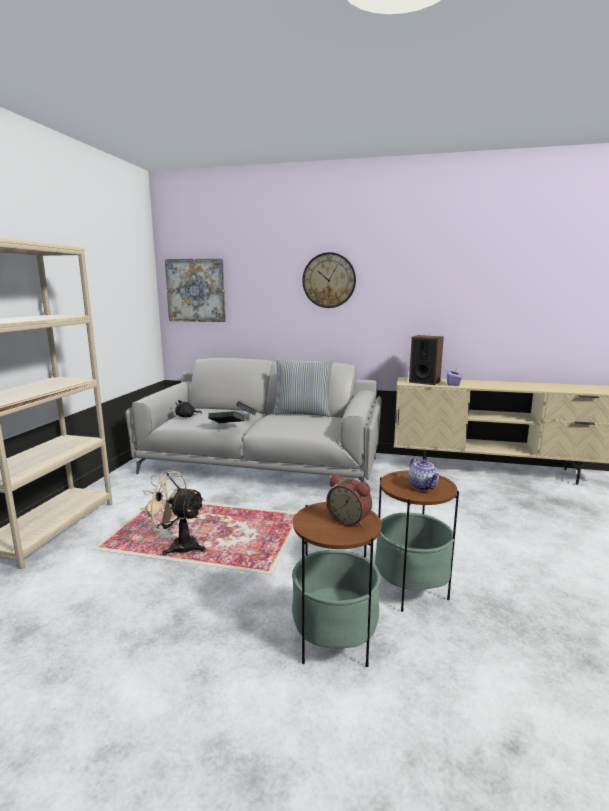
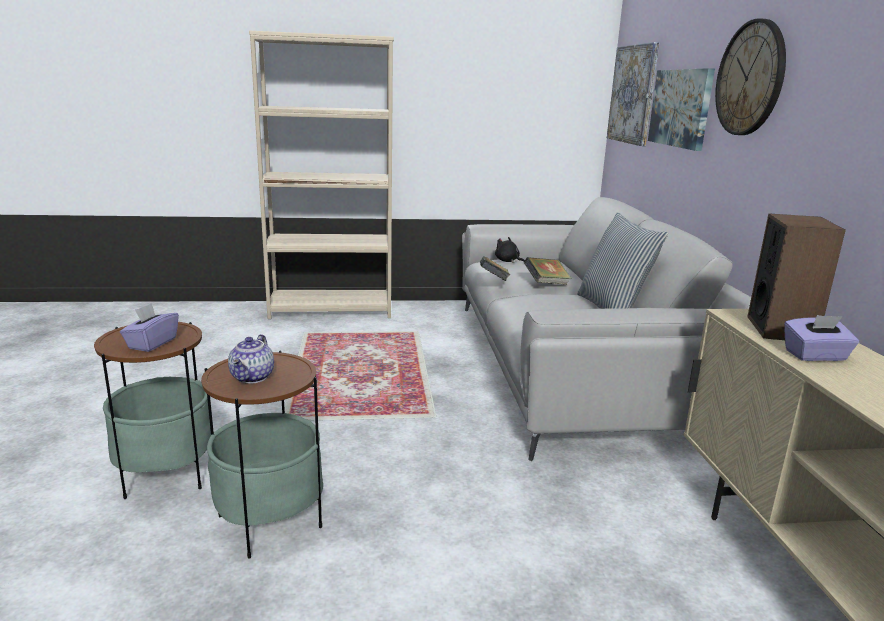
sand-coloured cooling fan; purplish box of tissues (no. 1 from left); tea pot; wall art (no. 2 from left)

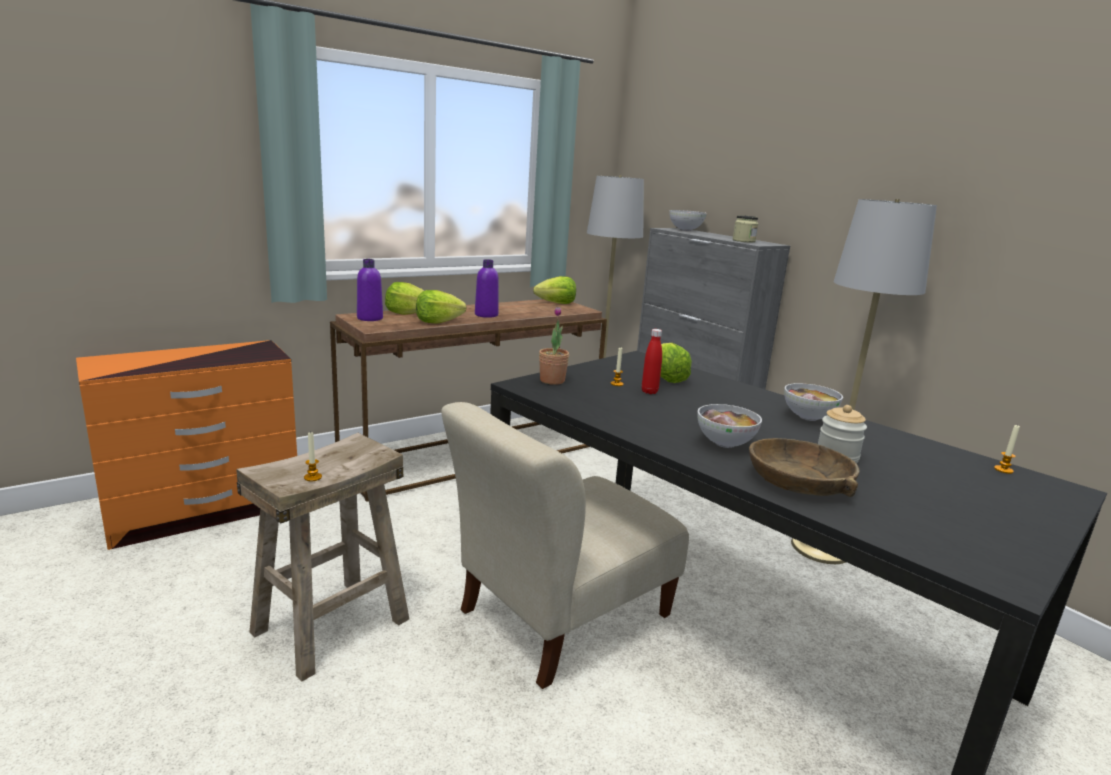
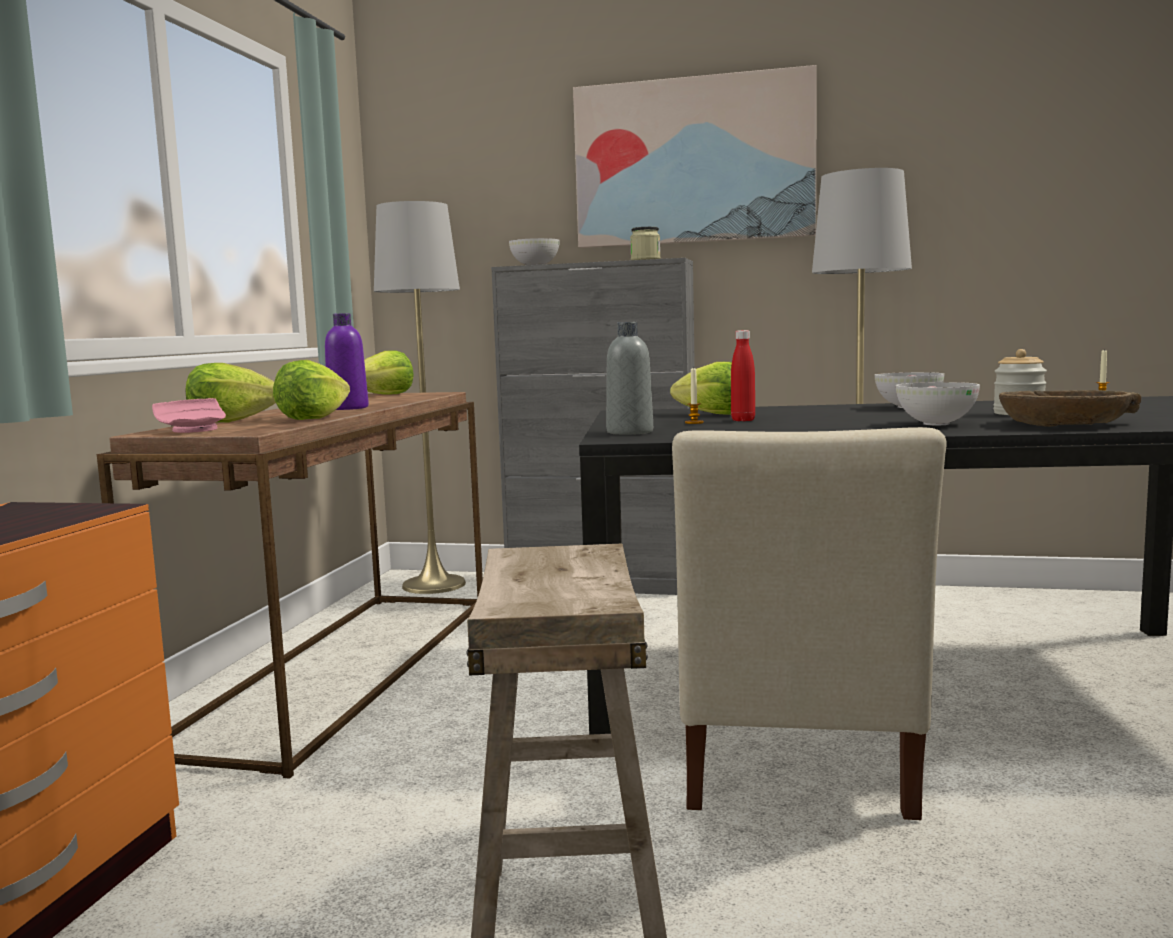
wax light (no. 1 from left in the first image); pink flat dish; greyish beverage bottle; wall art

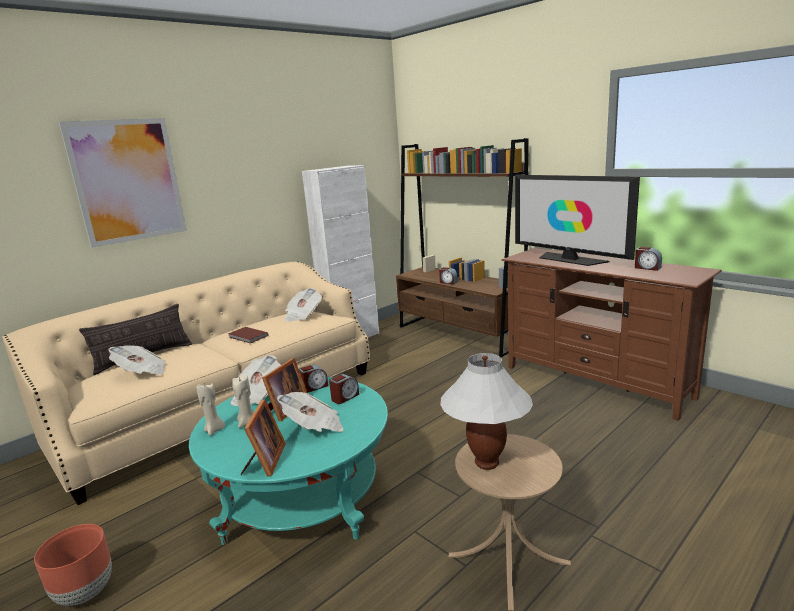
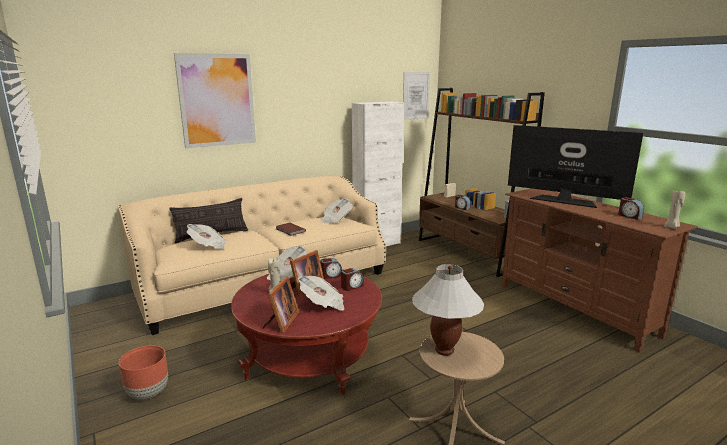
red-coloured lounge table; sand-coloured wax light (no. 2 from left); TV; wall art (no. 2 from left)

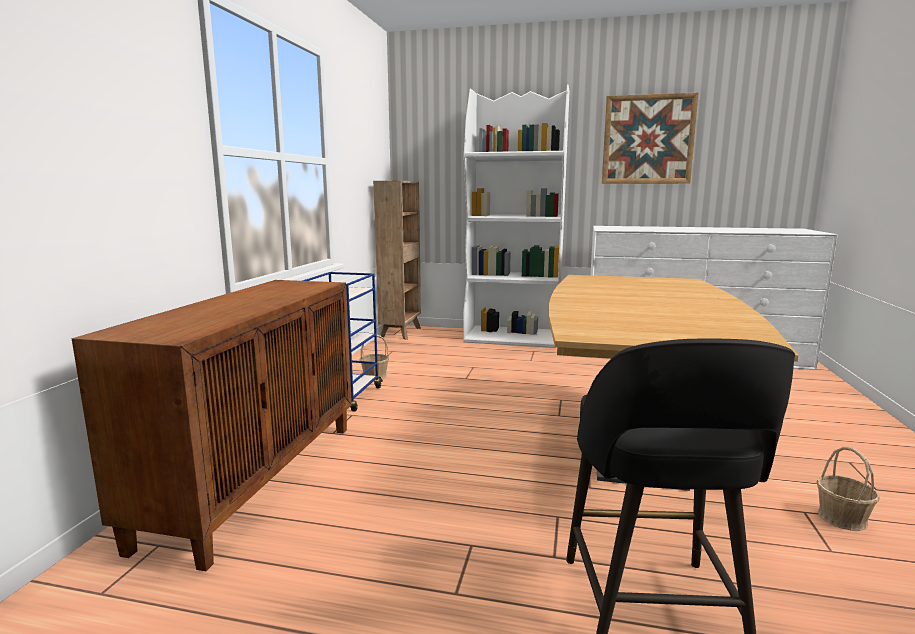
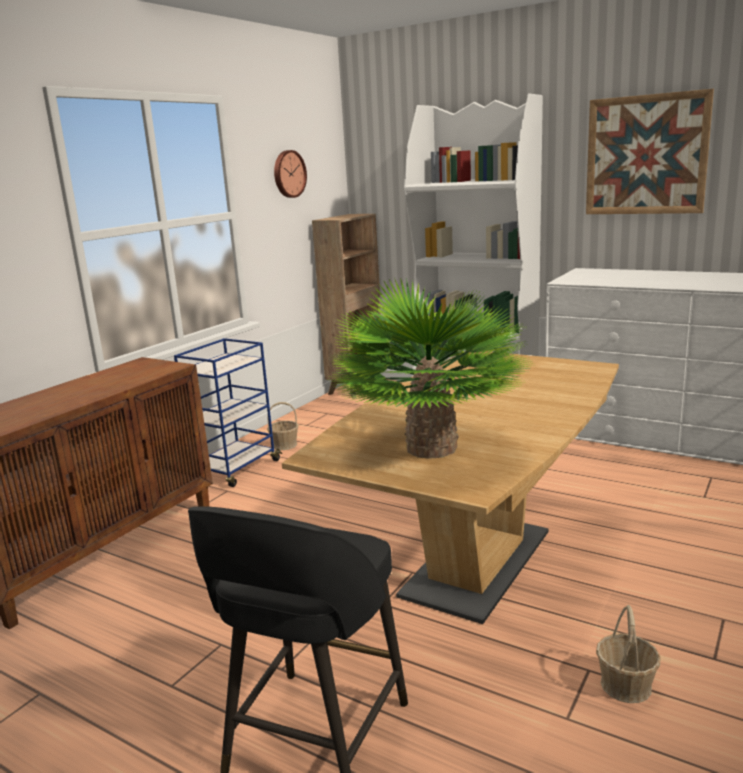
hanging clock; potted plant

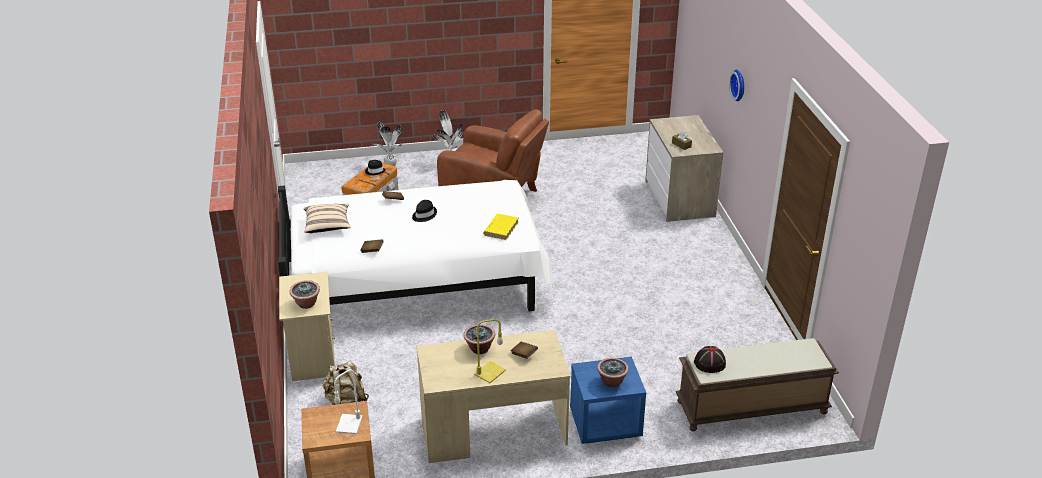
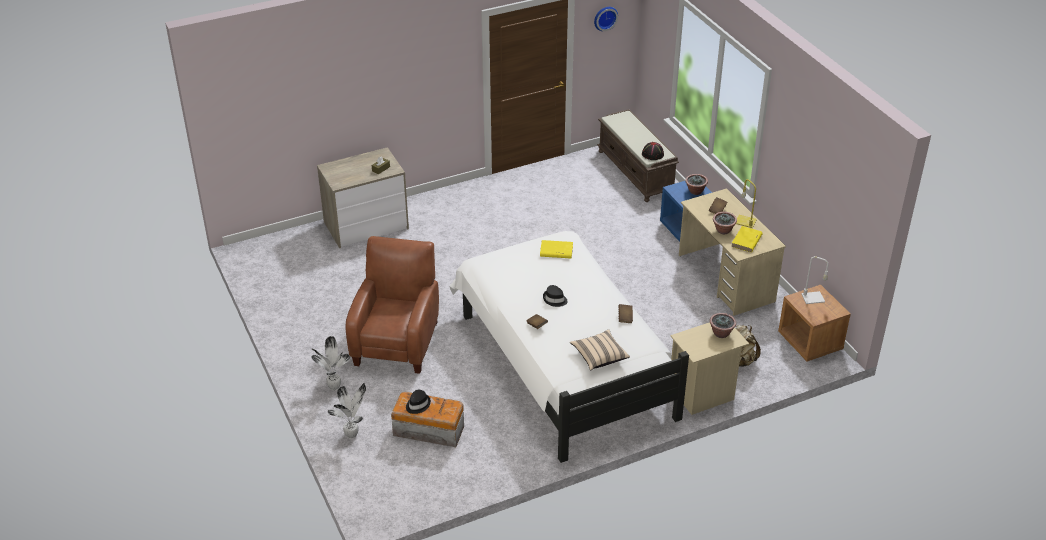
hanging clock; yellow-coloured volume (no. 2 from left)

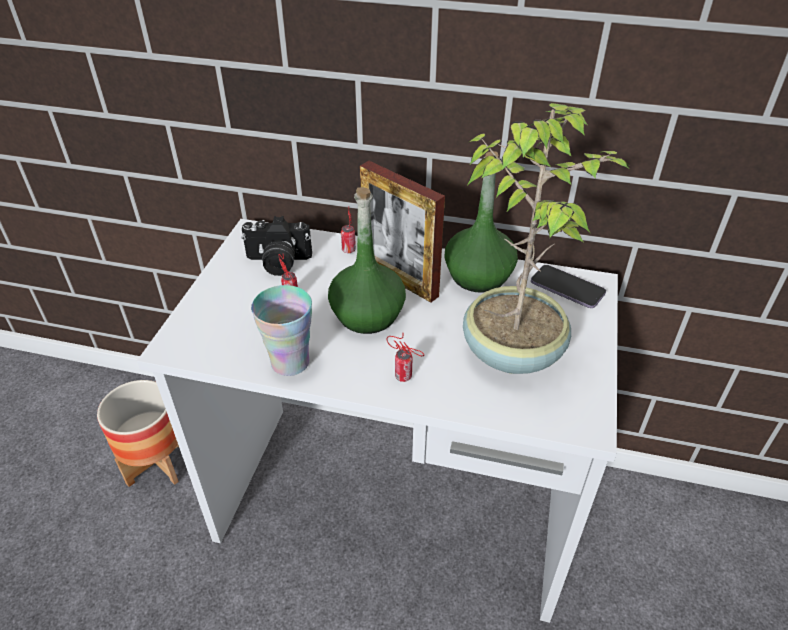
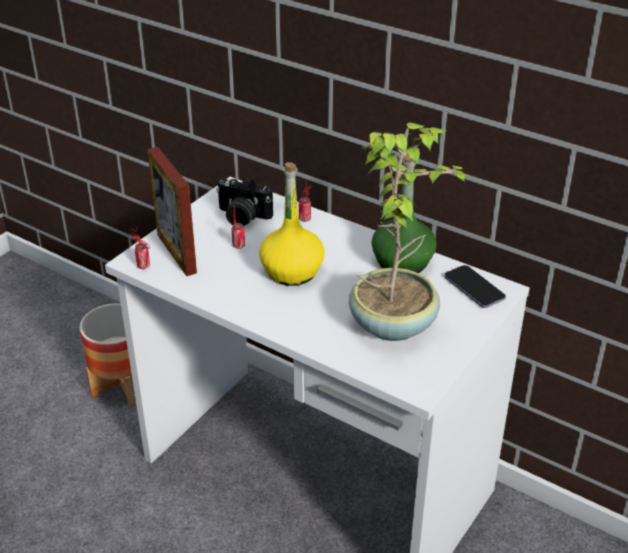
drinking cup; yellow-coloured beverage bottle; standing frame; sealed can (no. 1 from left)

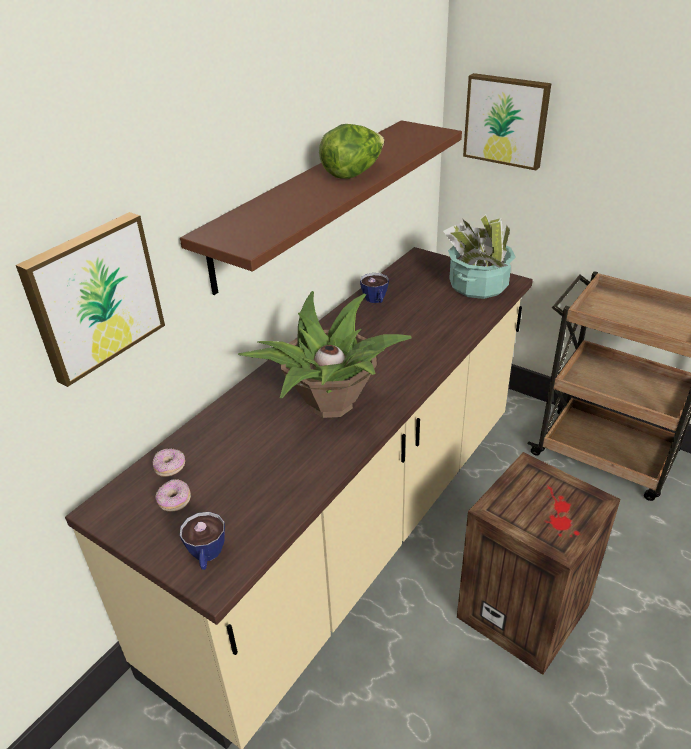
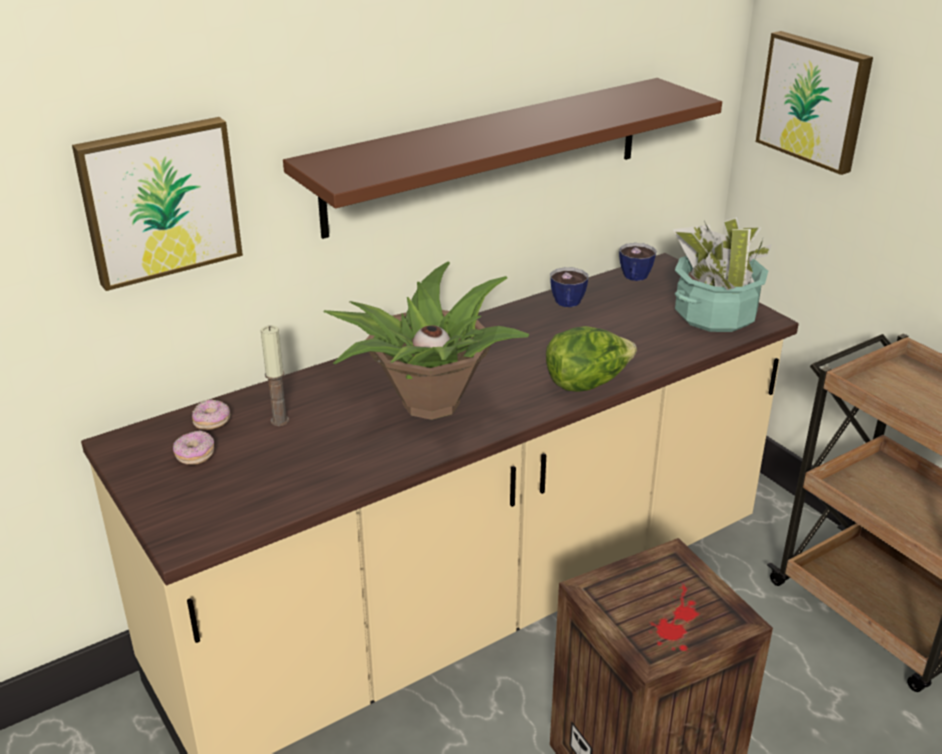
drinking cup (no. 2 from left); lettuce; wax light

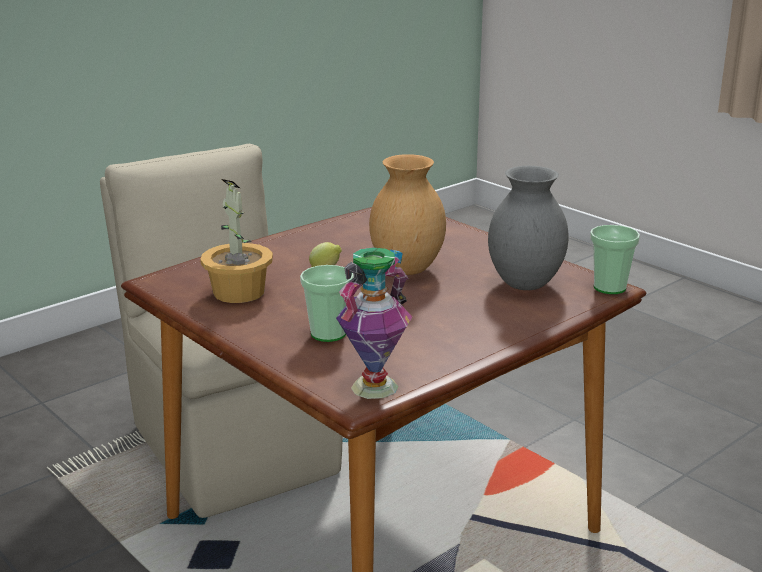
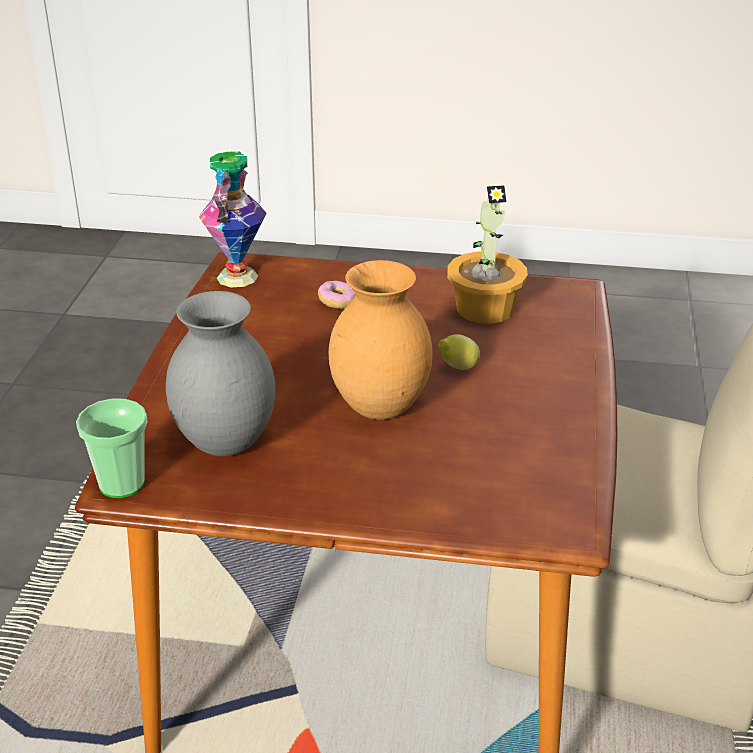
ring doughnut

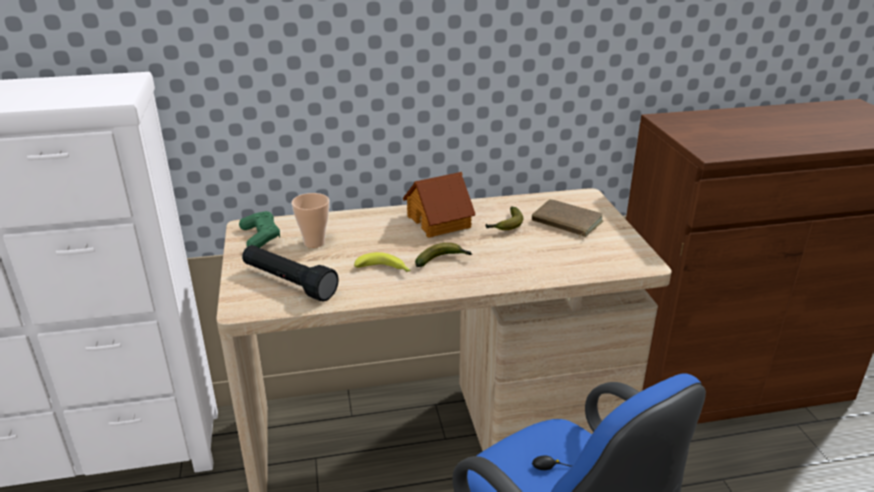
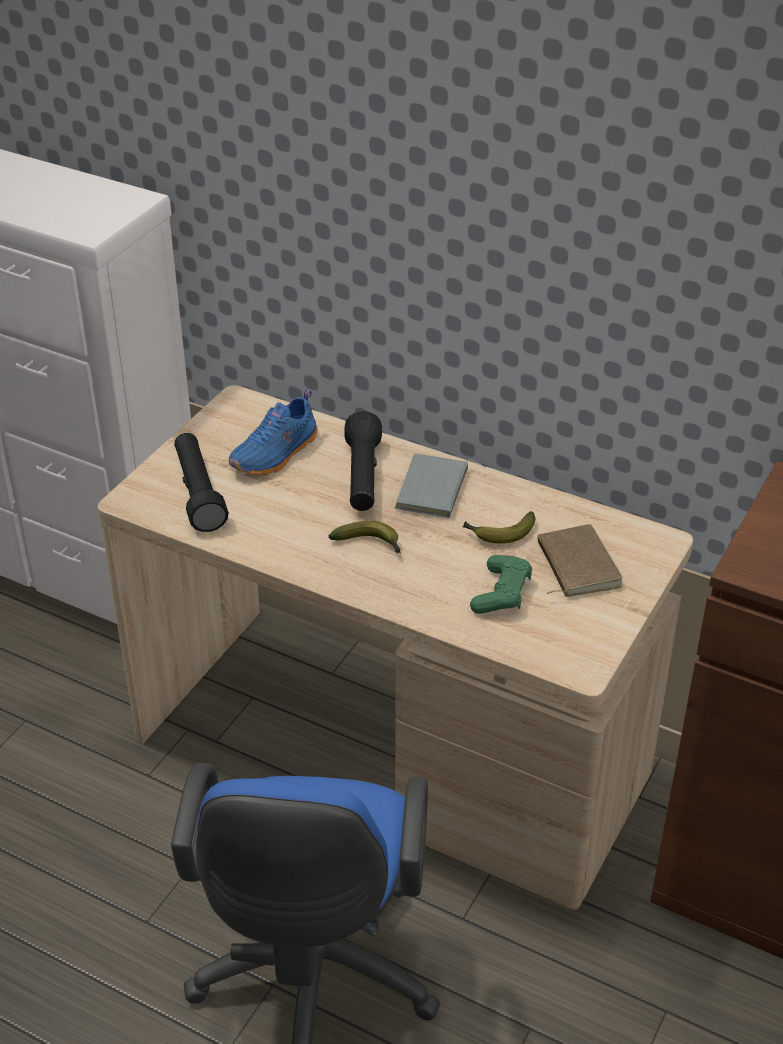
green gamepad; blue item of footwear; banana fruit (no. 1 from left in the first image); greyish volume; blackish hand torch (no. 2 from left)

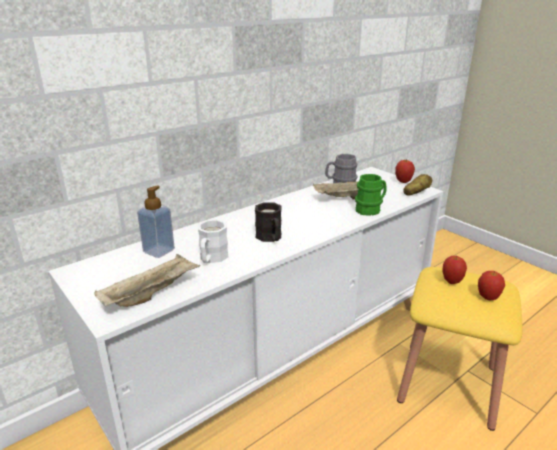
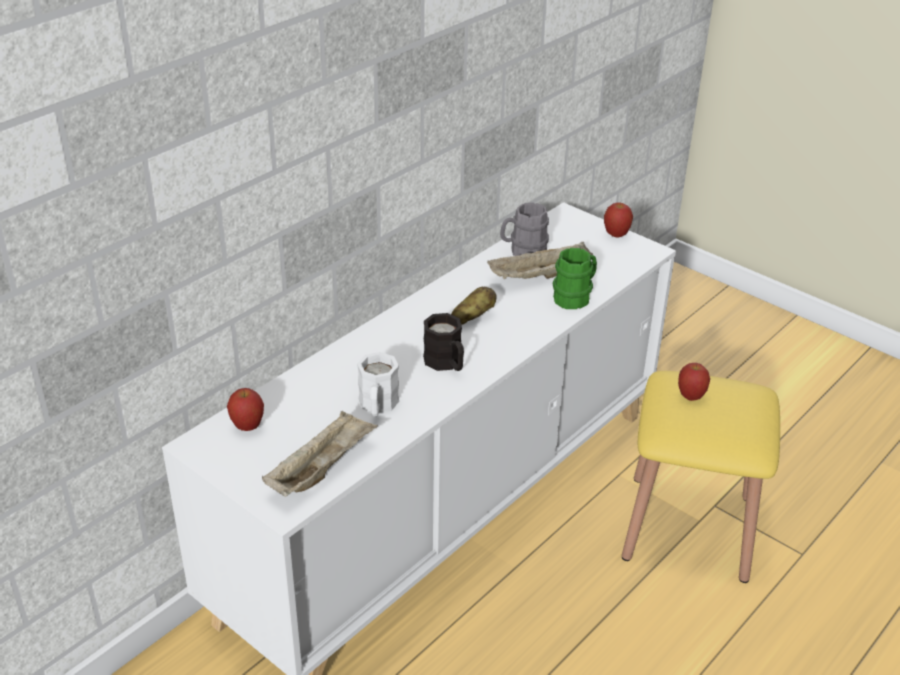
soap dispenser; potato; apple (no. 1 from left)

